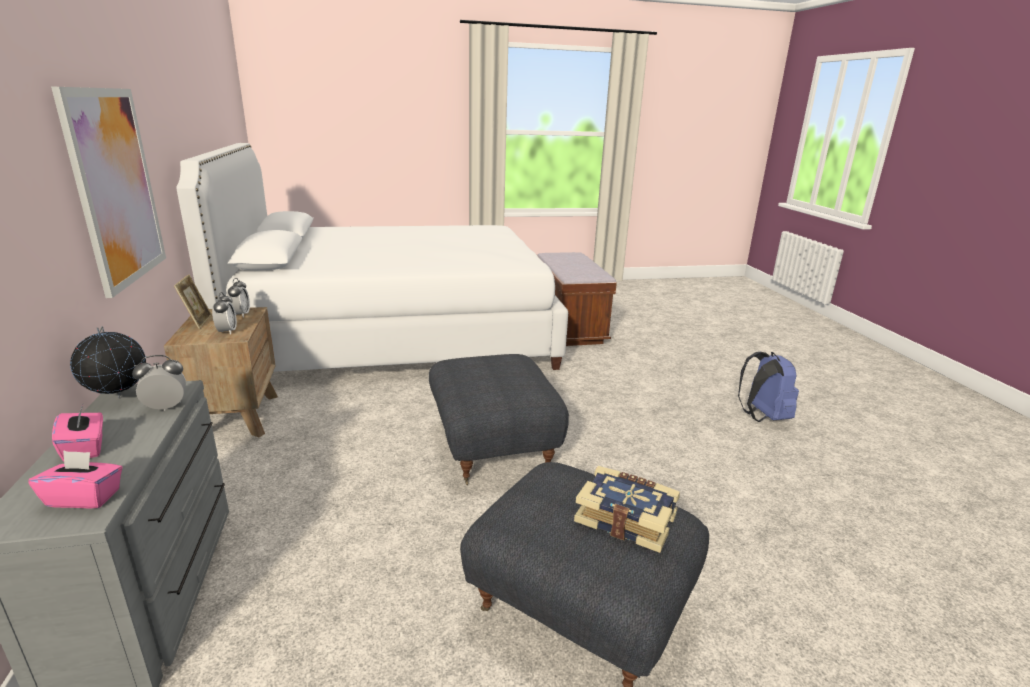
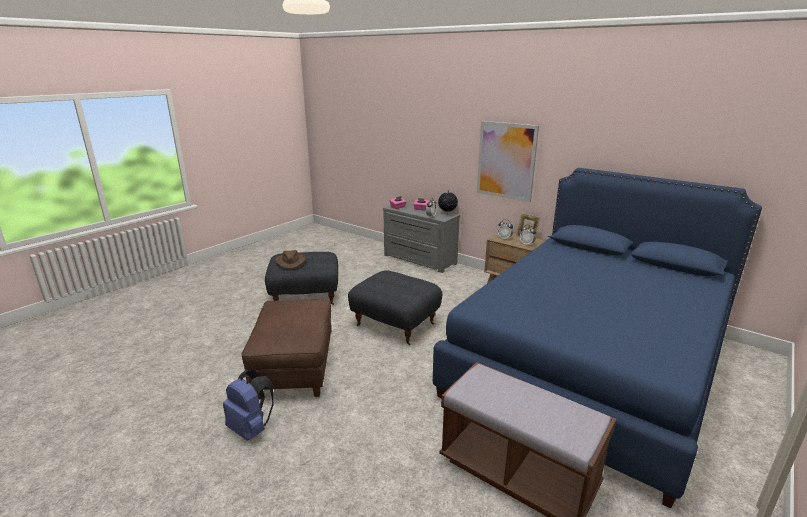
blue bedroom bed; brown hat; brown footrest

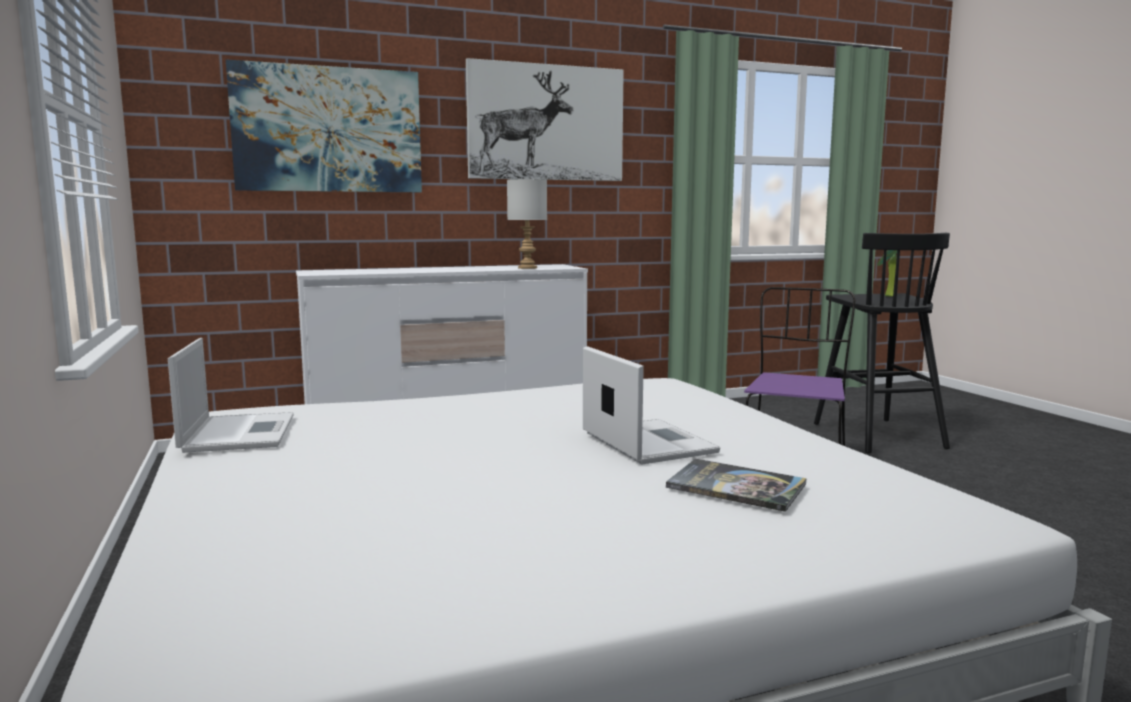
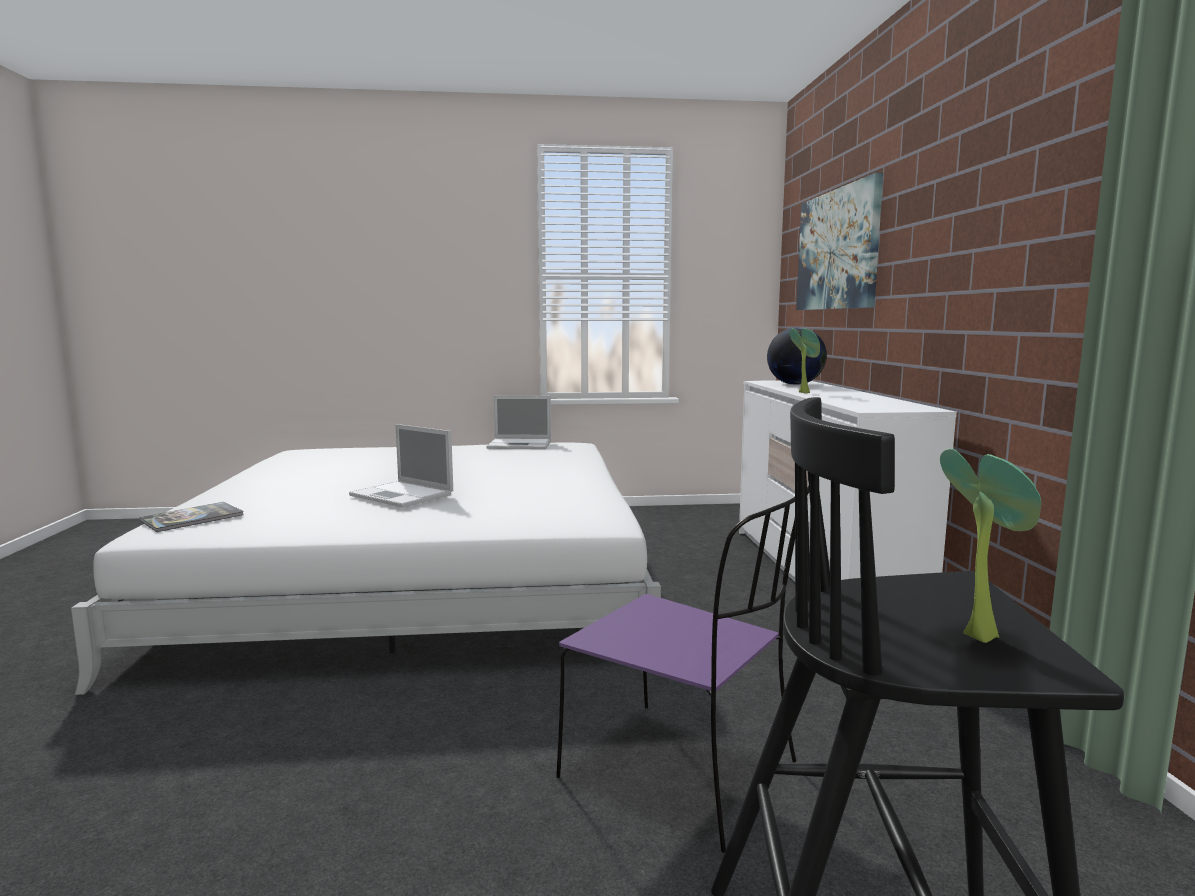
wall art (no. 2 from left in the first image); greyish lamp for a table; portable computer (no. 1 from left); volume; globe; potted plant (no. 1 from left)

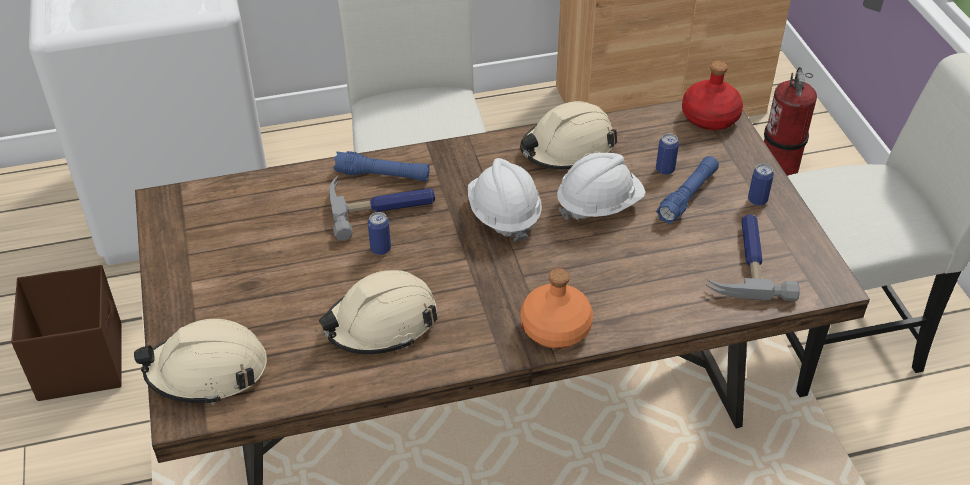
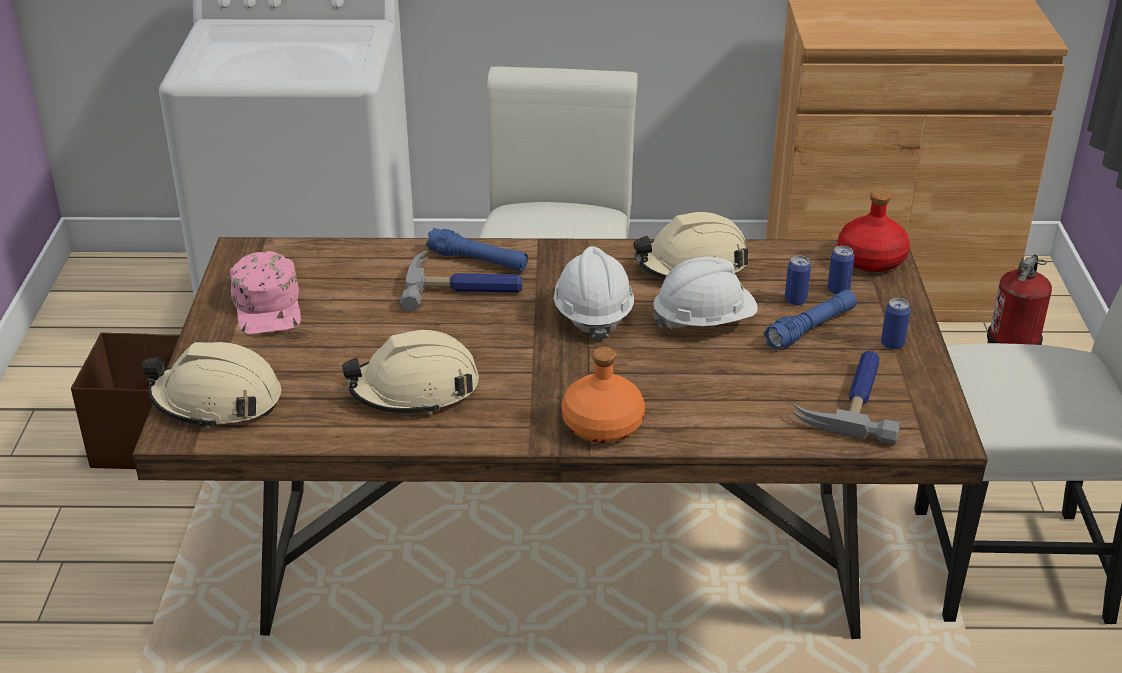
sealed can (no. 2 from left); pink cap

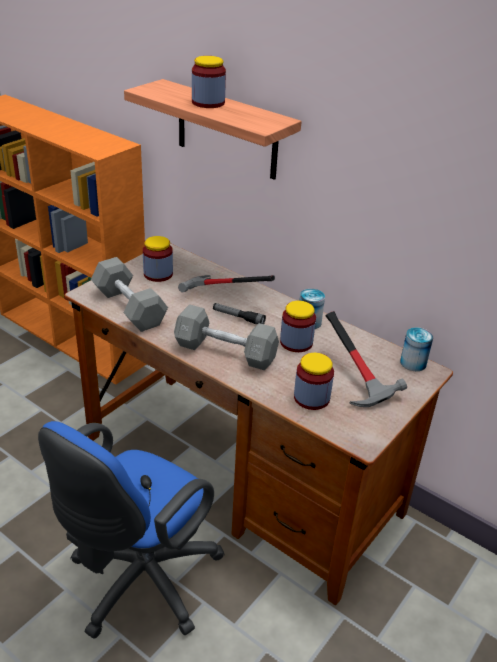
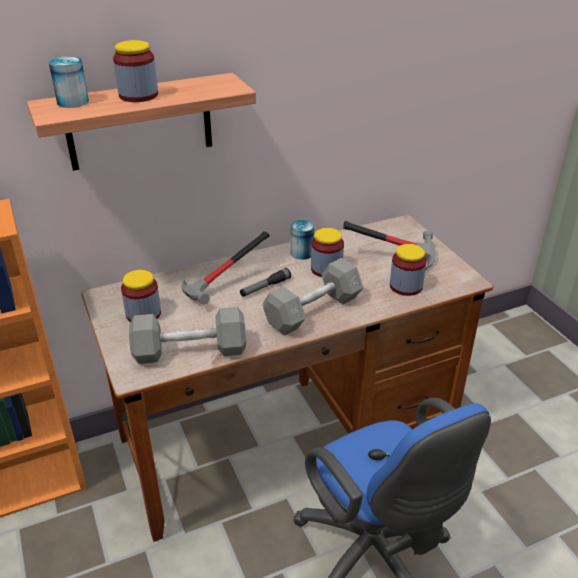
sealed can (no. 1 from left)

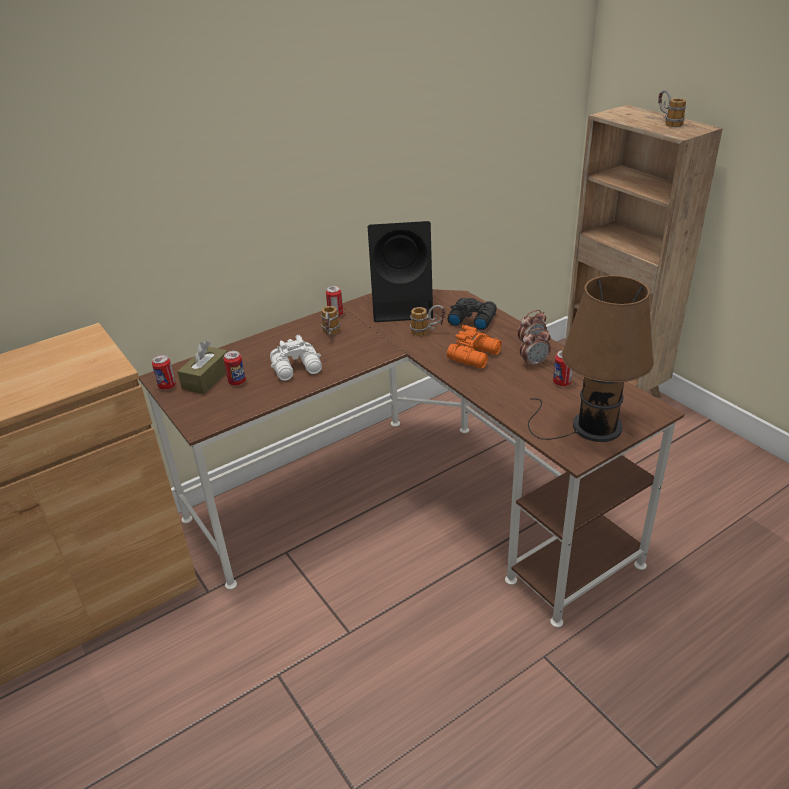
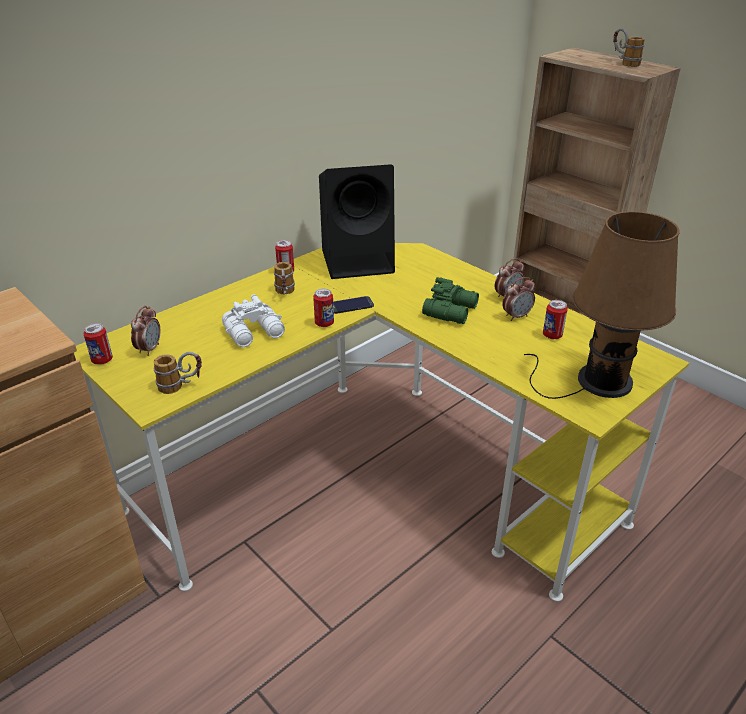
yellow-coloured desk unit; bedside clock (no. 1 from left); sealed can (no. 3 from left); coffee mug (no. 1 from left); green field glasses; blackish field glasses; phone

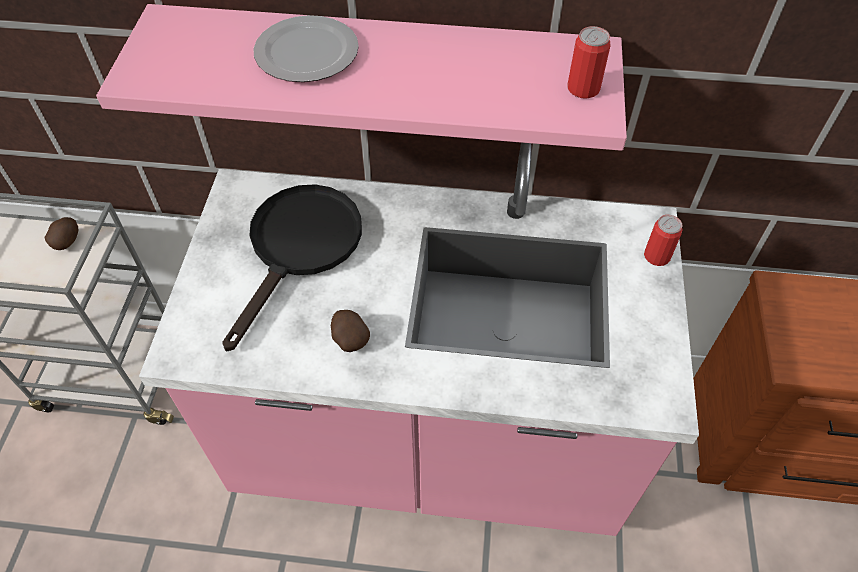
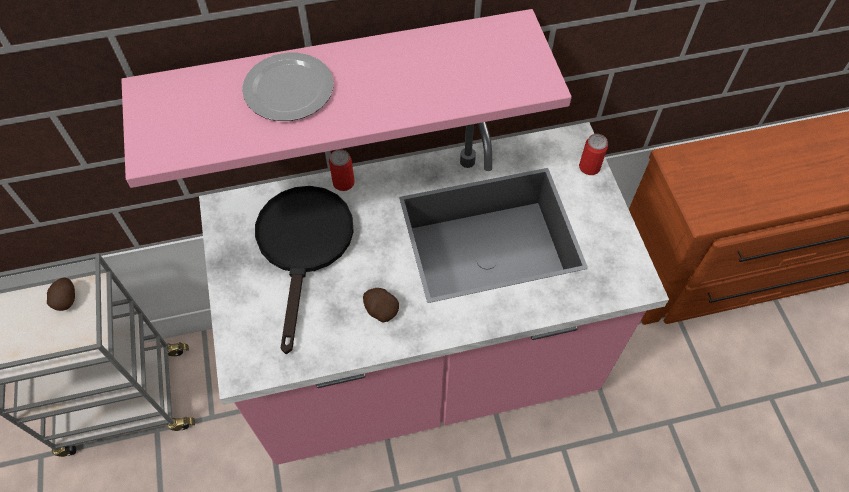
sealed can (no. 1 from left)

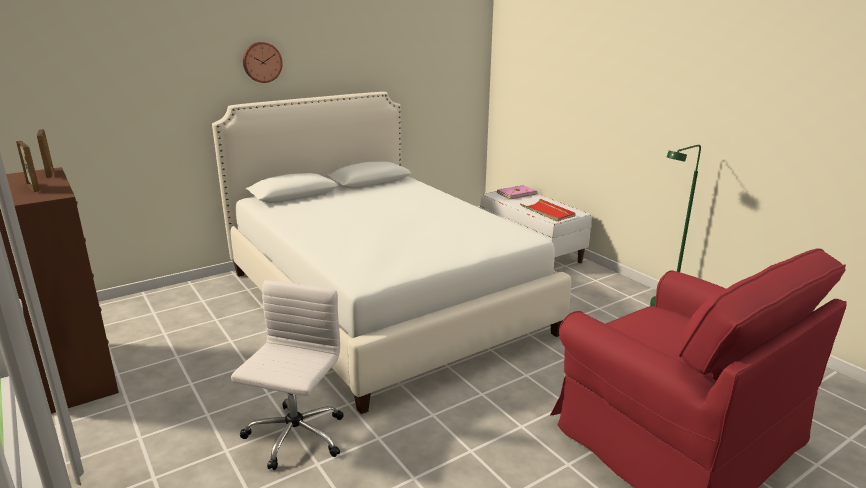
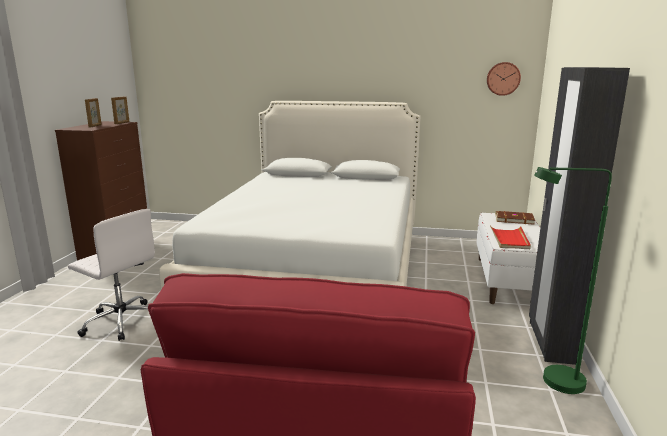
white-coloured computer chair; hanging clock; brown volume; blackish armoire

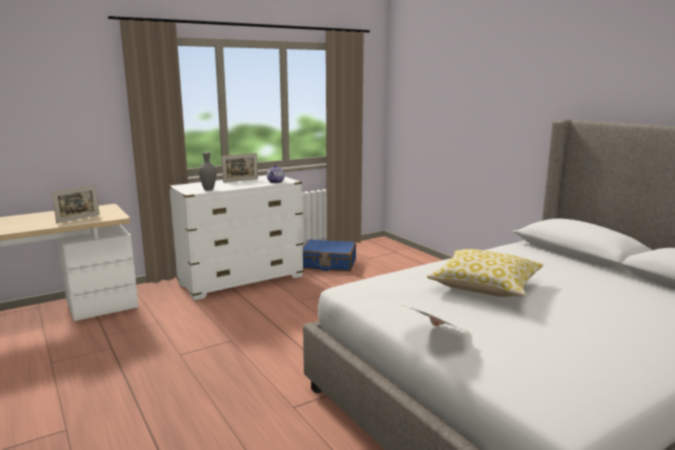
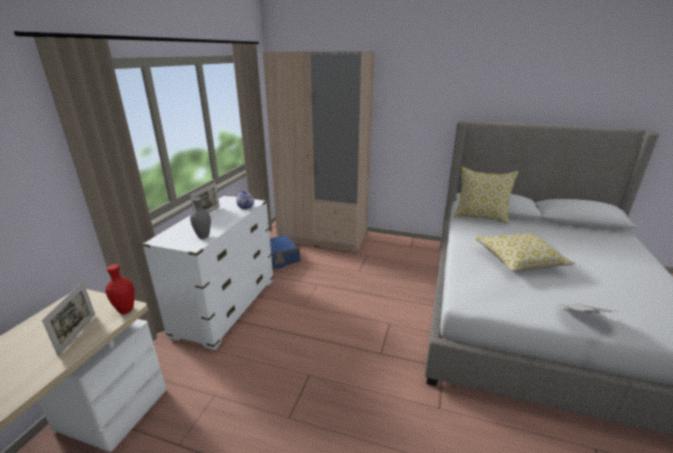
red-coloured flower vase; sand-coloured armoire; cushion (no. 1 from left)

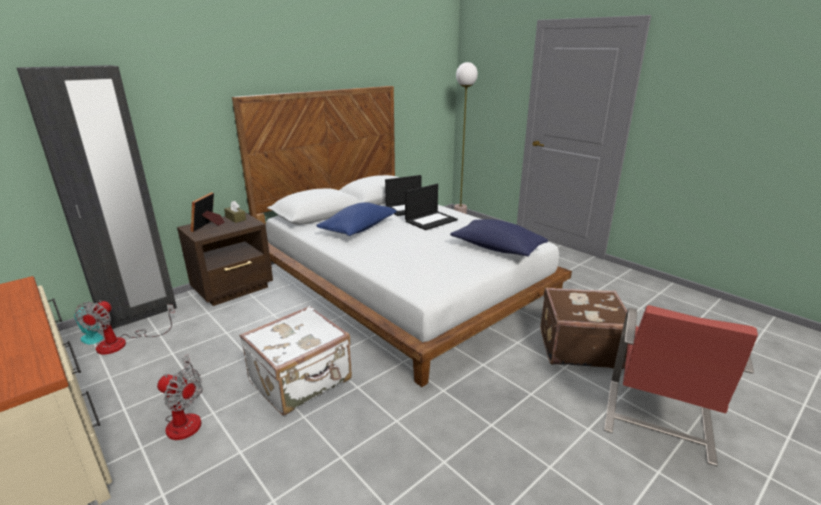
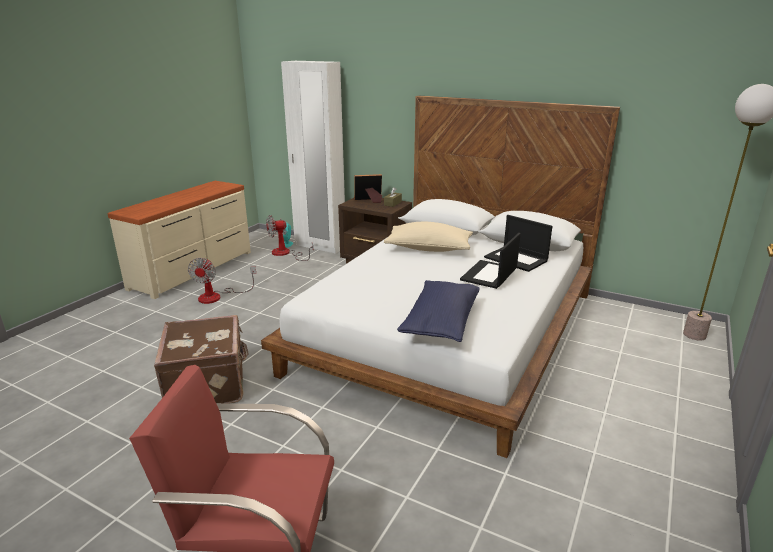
white-coloured armoire; white-coloured suitcase; sand-coloured cushion; portable computer (no. 1 from left); brown suitcase

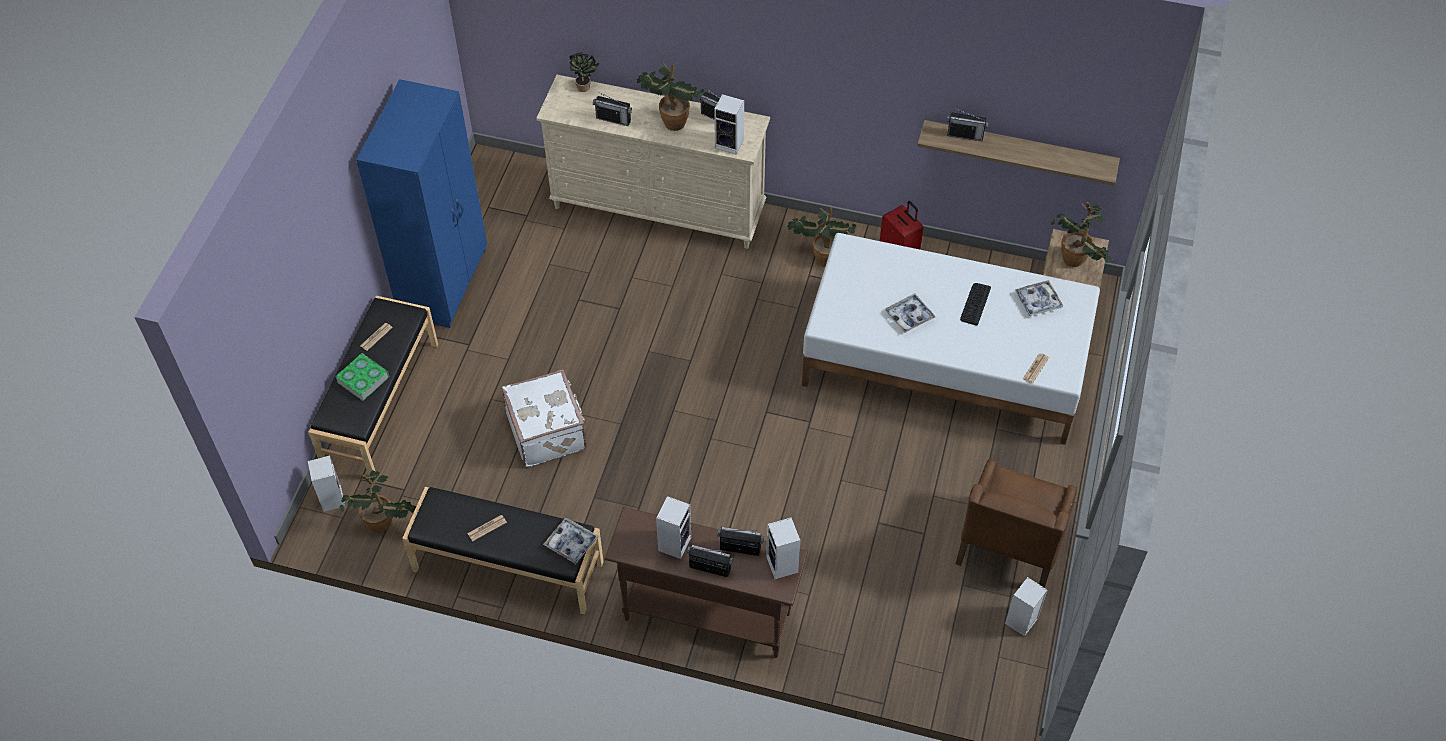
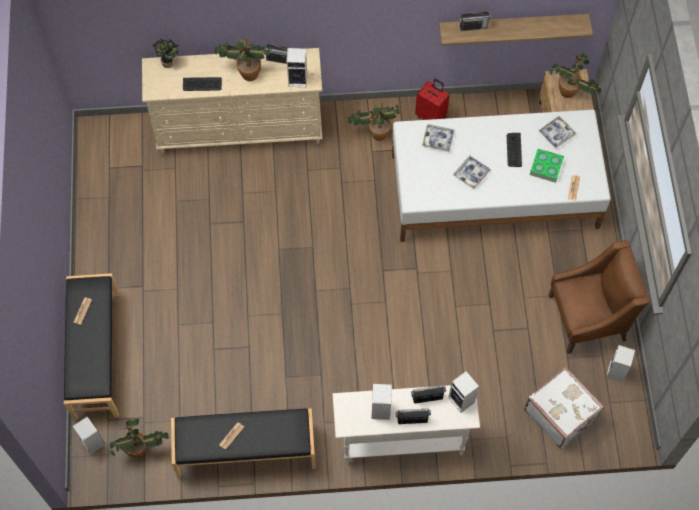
volume; blue armoire; white-coloured suitcase; serving tray (no. 1 from left); PC keyboard (no. 1 from left); white-coloured console table; brown armchair

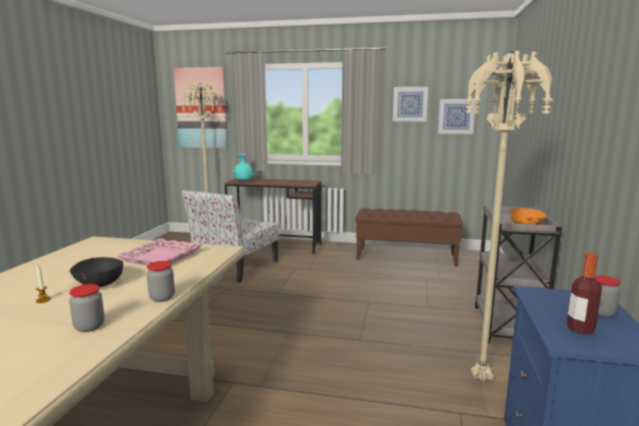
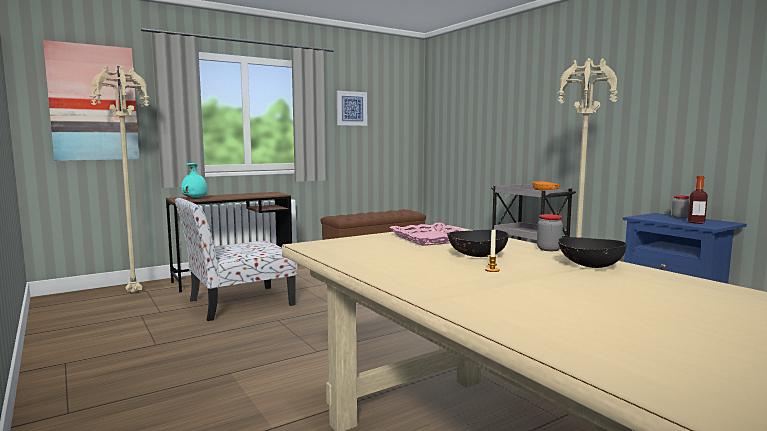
blackish bowl (no. 2 from left); chair; wall art (no. 3 from left in the first image)

